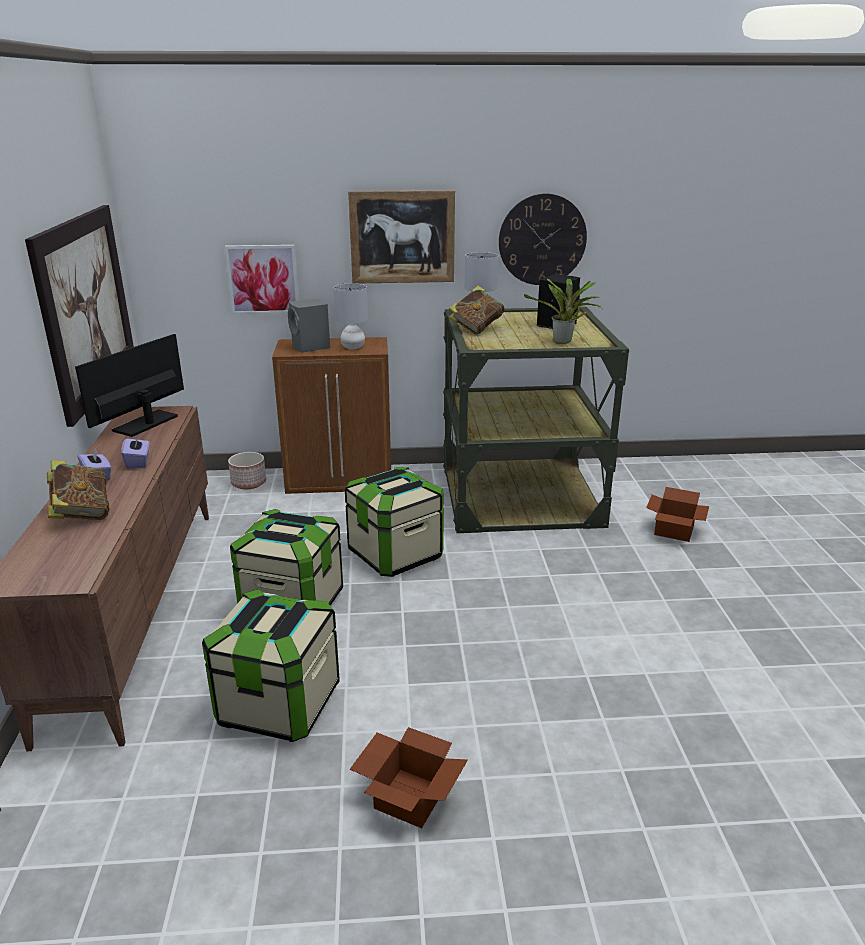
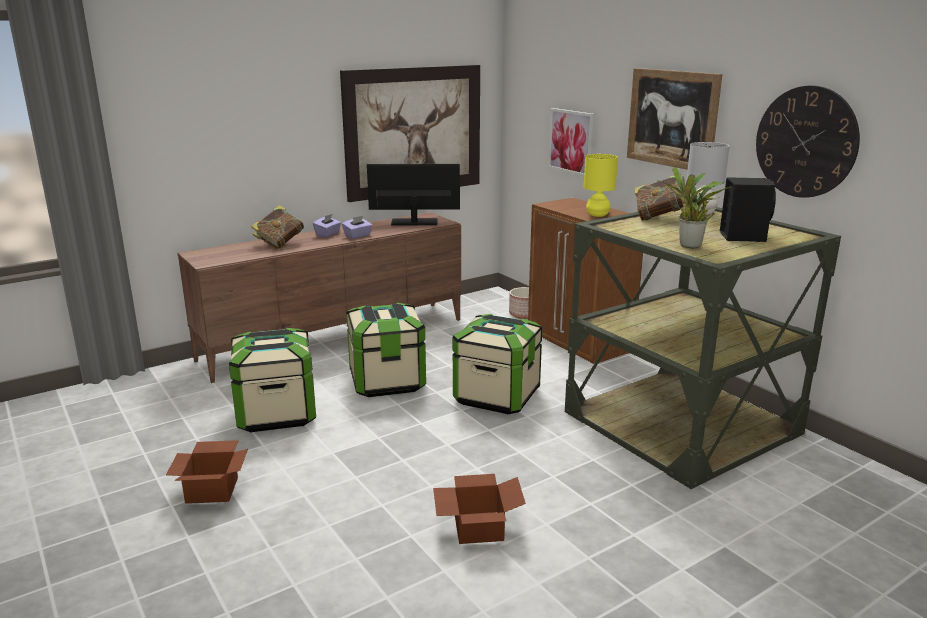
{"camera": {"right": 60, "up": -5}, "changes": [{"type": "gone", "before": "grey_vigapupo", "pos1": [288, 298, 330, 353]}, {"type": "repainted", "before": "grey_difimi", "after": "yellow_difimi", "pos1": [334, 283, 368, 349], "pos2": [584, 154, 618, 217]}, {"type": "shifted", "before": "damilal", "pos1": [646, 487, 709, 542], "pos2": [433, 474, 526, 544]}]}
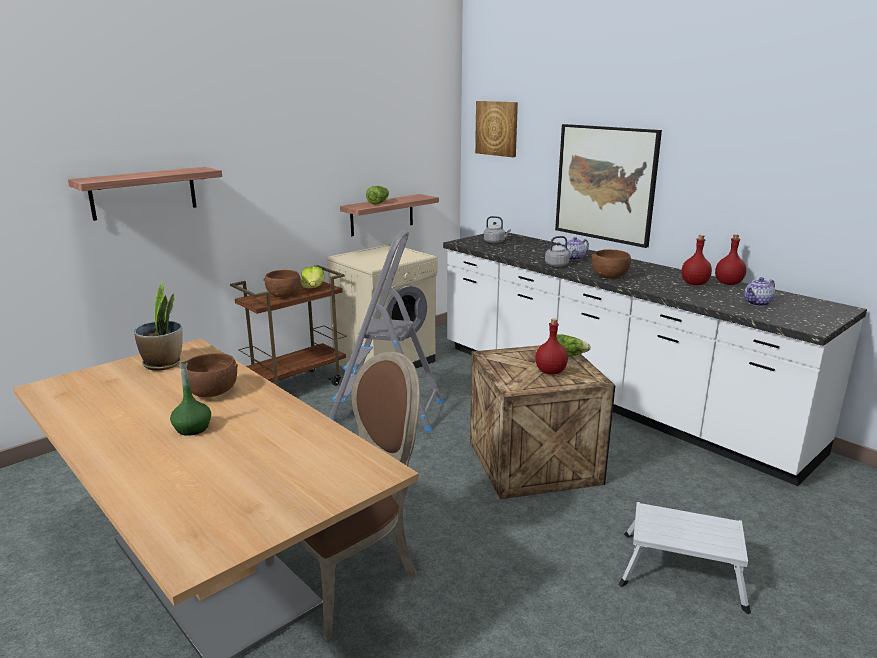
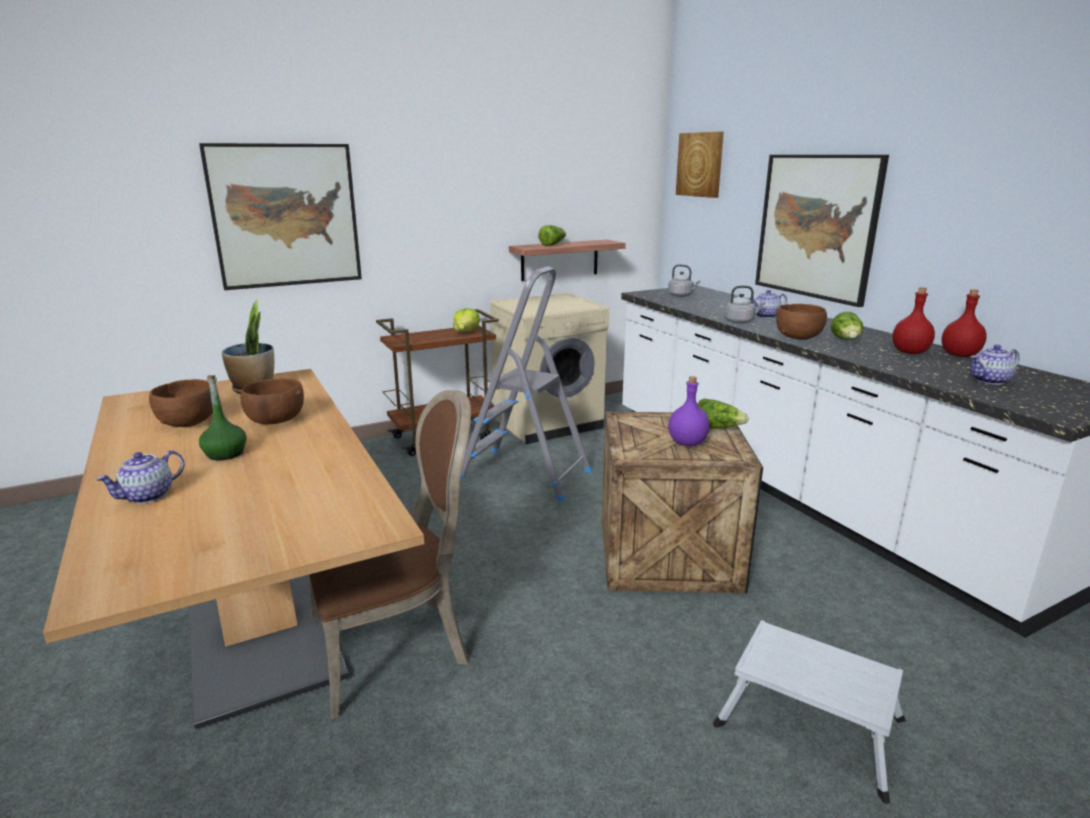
{"camera": {"right": 15, "up": 0}, "changes": [{"type": "swapped", "before": "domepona", "after": "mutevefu", "pos1": [68, 167, 222, 221], "pos2": [199, 143, 362, 290]}, {"type": "shifted", "before": "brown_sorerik", "pos1": [264, 270, 301, 297], "pos2": [149, 379, 213, 427]}, {"type": "repainted", "before": "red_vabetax", "after": "purple_vabetax", "pos1": [535, 319, 568, 374], "pos2": [669, 376, 710, 446]}, {"type": "new", "after": "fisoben", "pos2": [96, 450, 184, 503]}, {"type": "new", "after": "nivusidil", "pos2": [831, 311, 863, 340]}]}
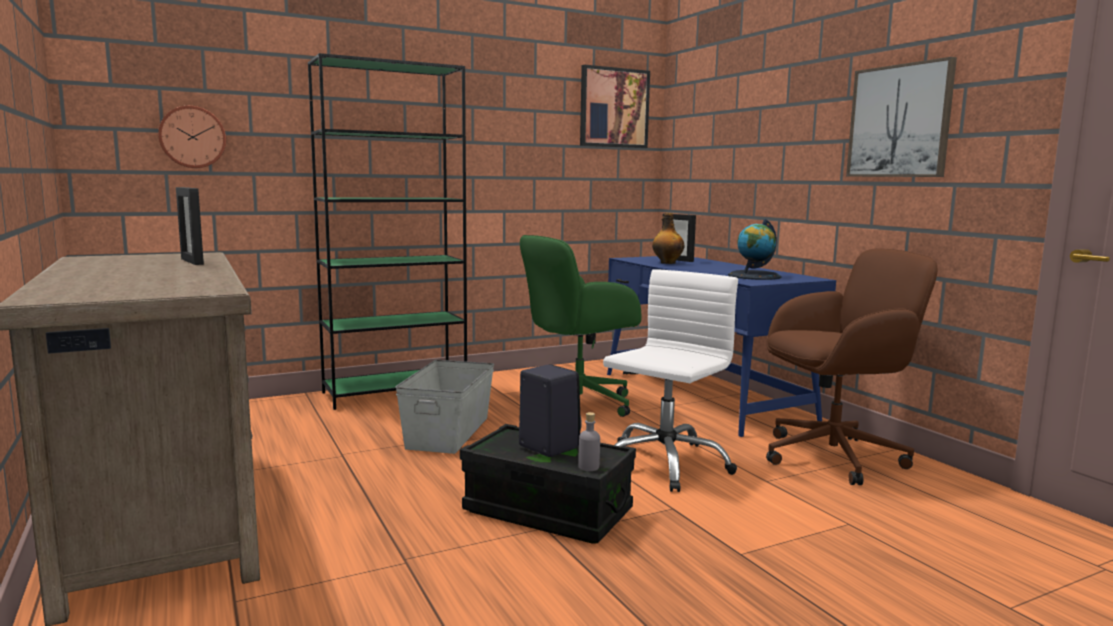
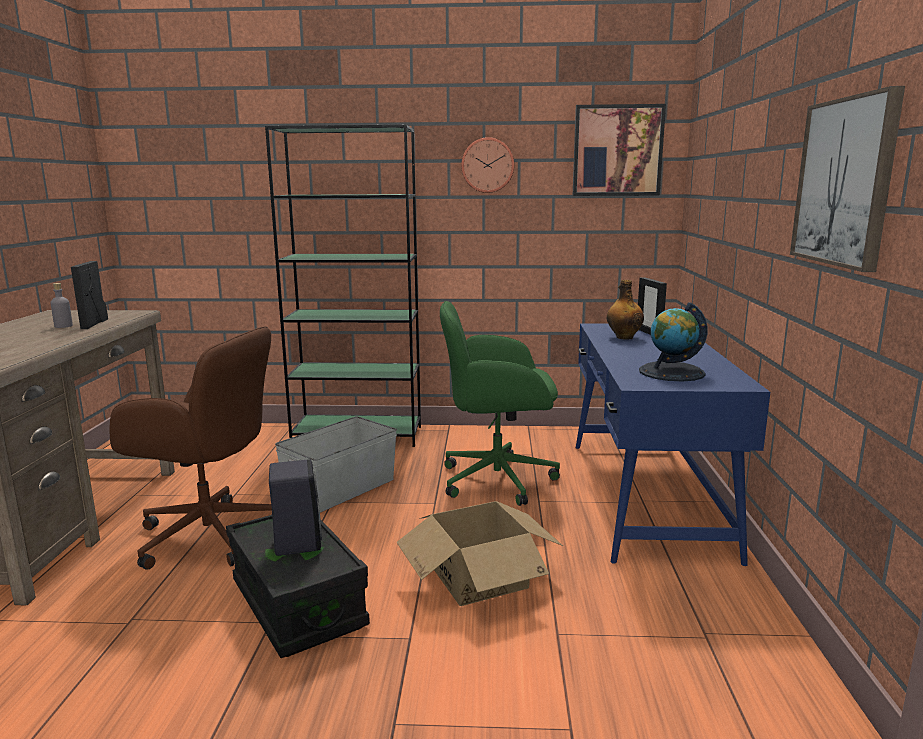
{"camera": {"right": 30, "up": 5}, "changes": [{"type": "shifted", "before": "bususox", "pos1": [158, 106, 226, 168], "pos2": [461, 137, 514, 193]}, {"type": "shifted", "before": "grey_vabetax", "pos1": [578, 412, 600, 471], "pos2": [51, 283, 73, 328]}, {"type": "swapped", "before": "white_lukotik", "after": "damilal", "pos1": [603, 269, 738, 492], "pos2": [397, 501, 563, 606]}, {"type": "shifted", "before": "brown_lukotik", "pos1": [766, 248, 937, 485], "pos2": [109, 326, 272, 570]}]}
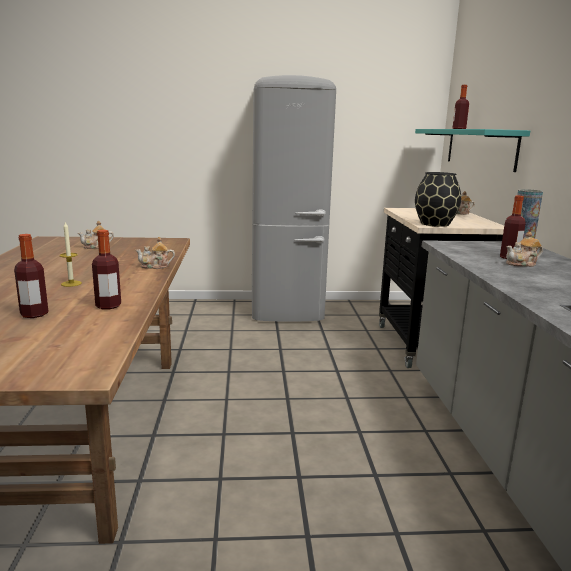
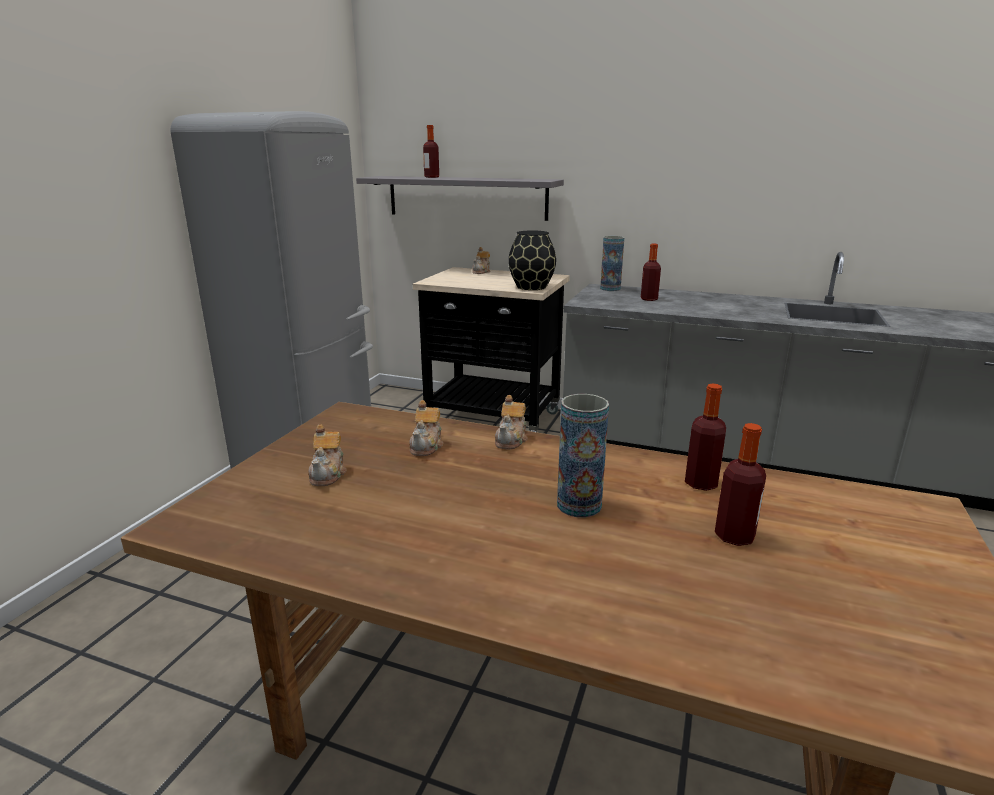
{"camera": {"right": -65, "up": 5}, "changes": [{"type": "swapped", "before": "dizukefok", "after": "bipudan", "pos1": [60, 222, 82, 287], "pos2": [557, 394, 609, 518]}, {"type": "repainted", "before": "turquoise_domepona", "after": "grey_domepona", "pos1": [415, 129, 530, 172], "pos2": [356, 176, 564, 221]}, {"type": "shifted", "before": "fisoben", "pos1": [506, 232, 543, 267], "pos2": [409, 400, 443, 456]}]}
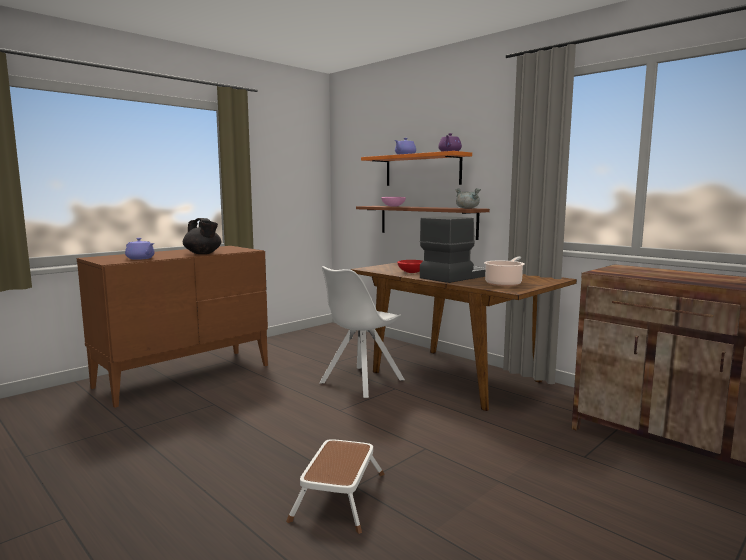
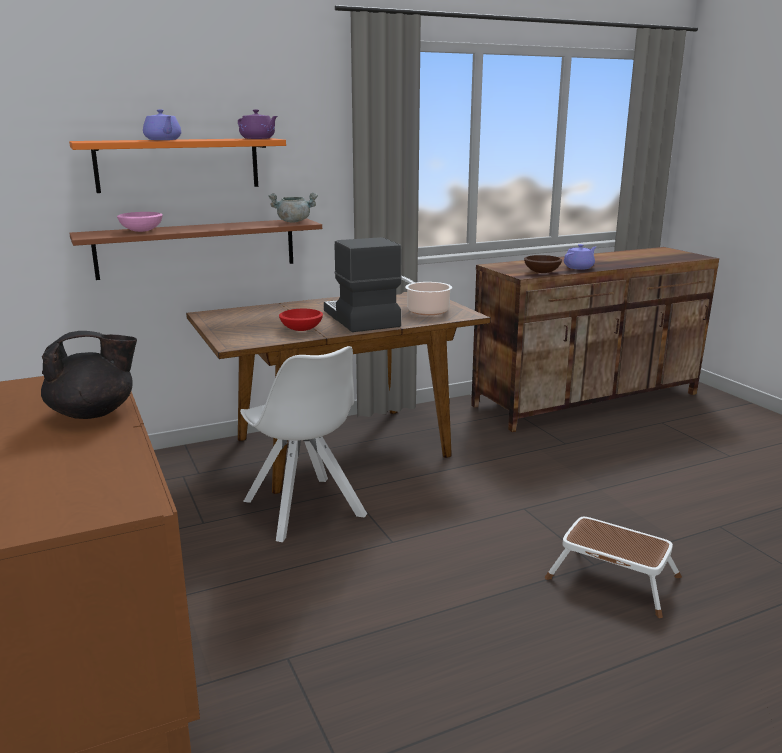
{"camera": {"right": -70, "up": 10}, "changes": [{"type": "shifted", "before": "purple_fisoben", "pos1": [125, 238, 155, 260], "pos2": [564, 244, 596, 270]}, {"type": "new", "after": "brown_sorerik", "pos2": [524, 255, 562, 273]}]}
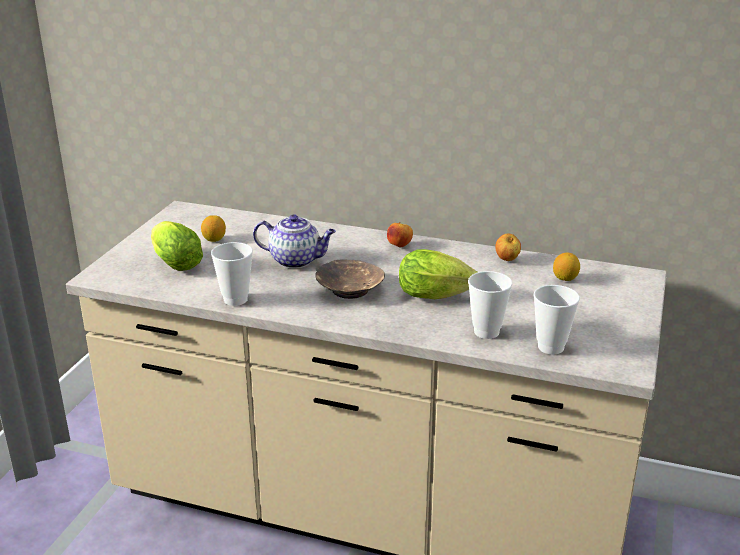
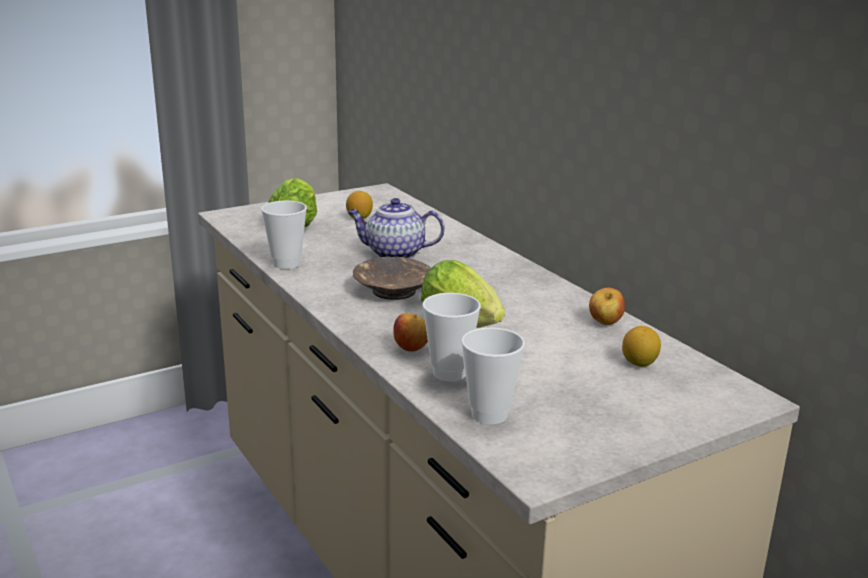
{"camera": {"right": 40, "up": -5}, "changes": [{"type": "rotated", "before": "fisoben", "pos1": [253, 214, 336, 269], "pos2": [347, 198, 445, 258], "turn": 135}, {"type": "shifted", "before": "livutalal", "pos1": [387, 222, 413, 248], "pos2": [393, 313, 428, 352]}]}
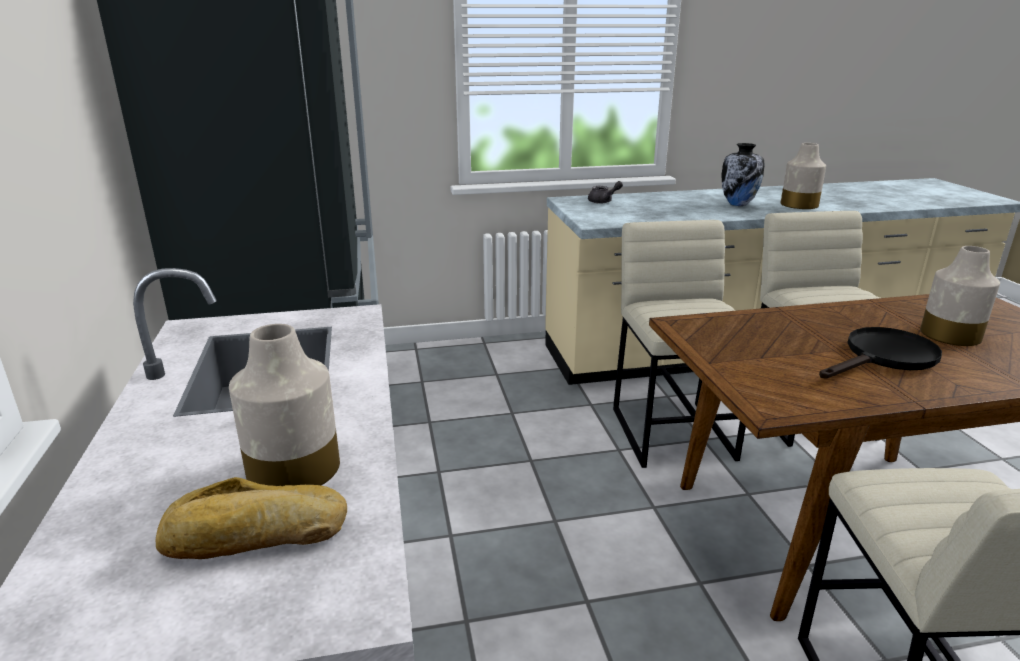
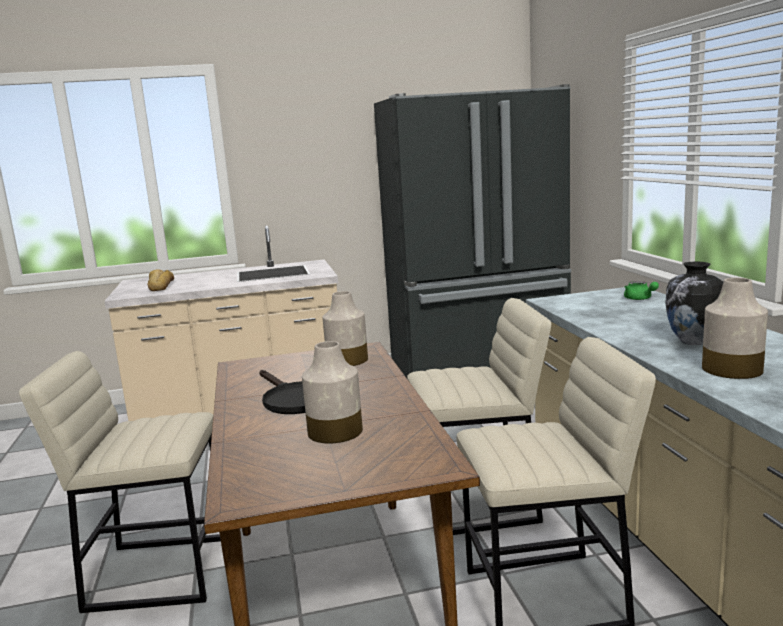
{"camera": {"right": 90, "up": -10}, "changes": [{"type": "shifted", "before": "beige_bipudan", "pos1": [229, 324, 340, 486], "pos2": [322, 291, 368, 366]}, {"type": "repainted", "before": "grey_fisoben", "after": "green_fisoben", "pos1": [588, 181, 623, 204], "pos2": [624, 281, 659, 300]}]}
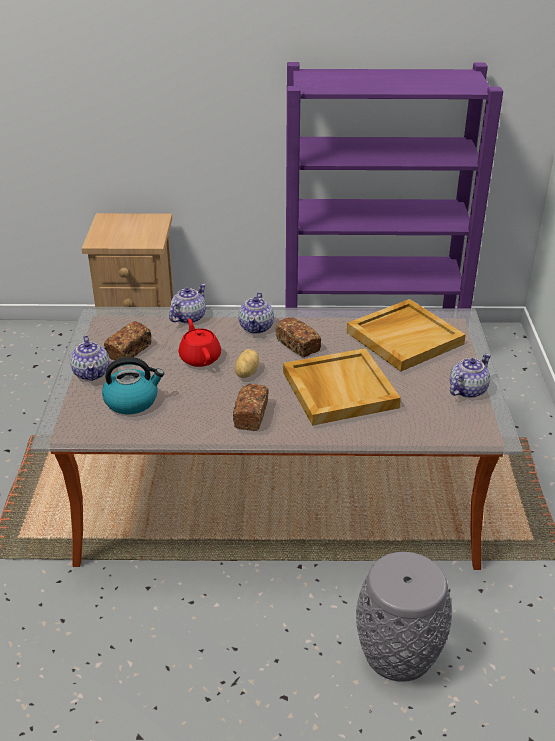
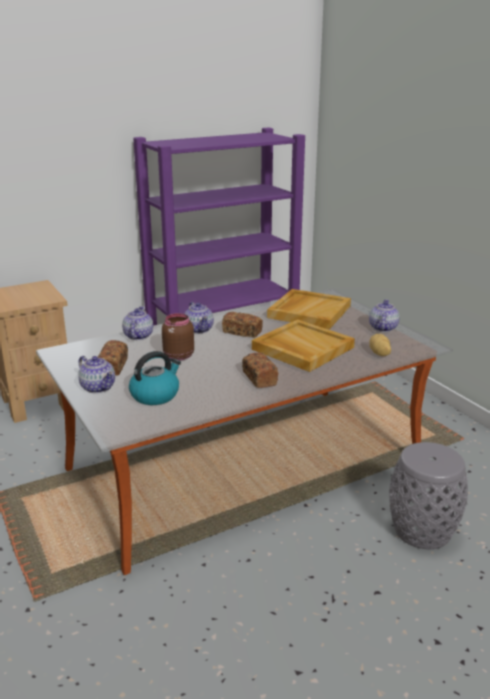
{"camera": {"right": -30, "up": -10}, "changes": [{"type": "swapped", "before": "red_fisoben", "after": "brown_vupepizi", "pos1": [179, 319, 221, 367], "pos2": [162, 313, 194, 361]}, {"type": "shifted", "before": "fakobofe", "pos1": [235, 349, 259, 378], "pos2": [370, 334, 391, 356]}]}
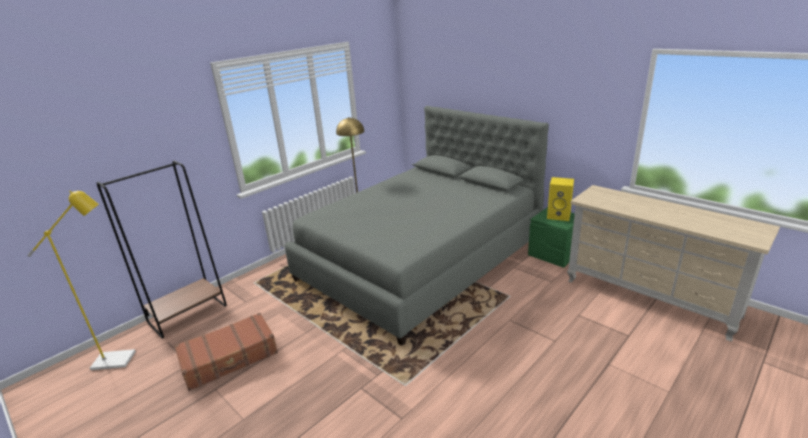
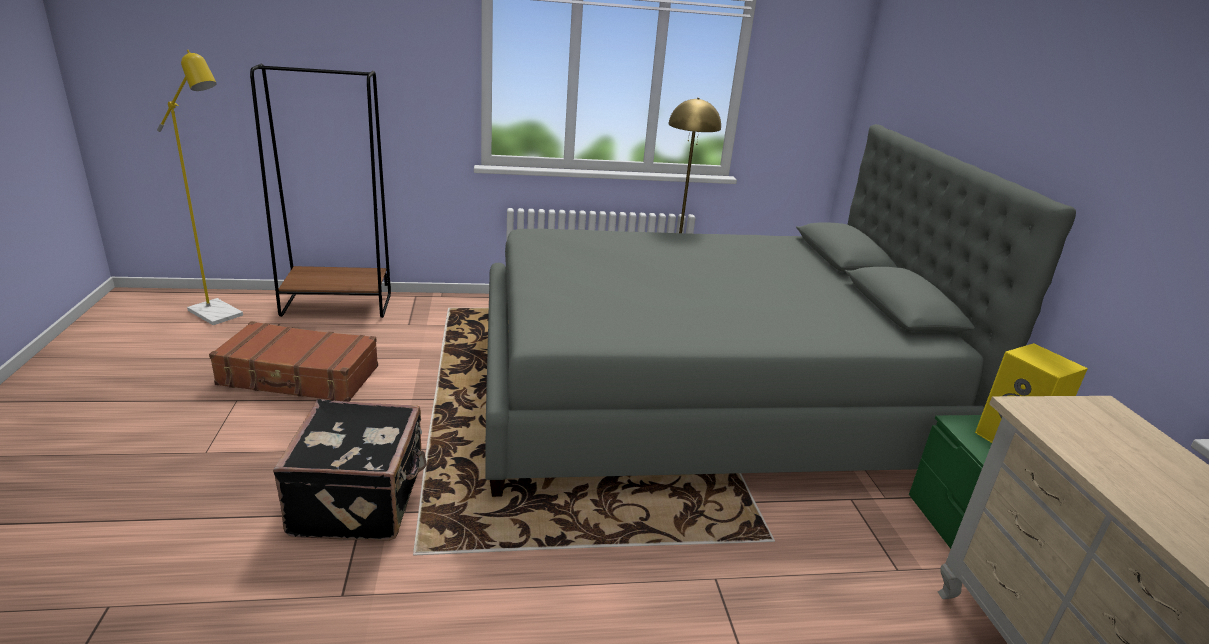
{"camera": {"right": 35, "up": 0}, "changes": [{"type": "new", "after": "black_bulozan", "pos2": [273, 399, 427, 541]}]}
